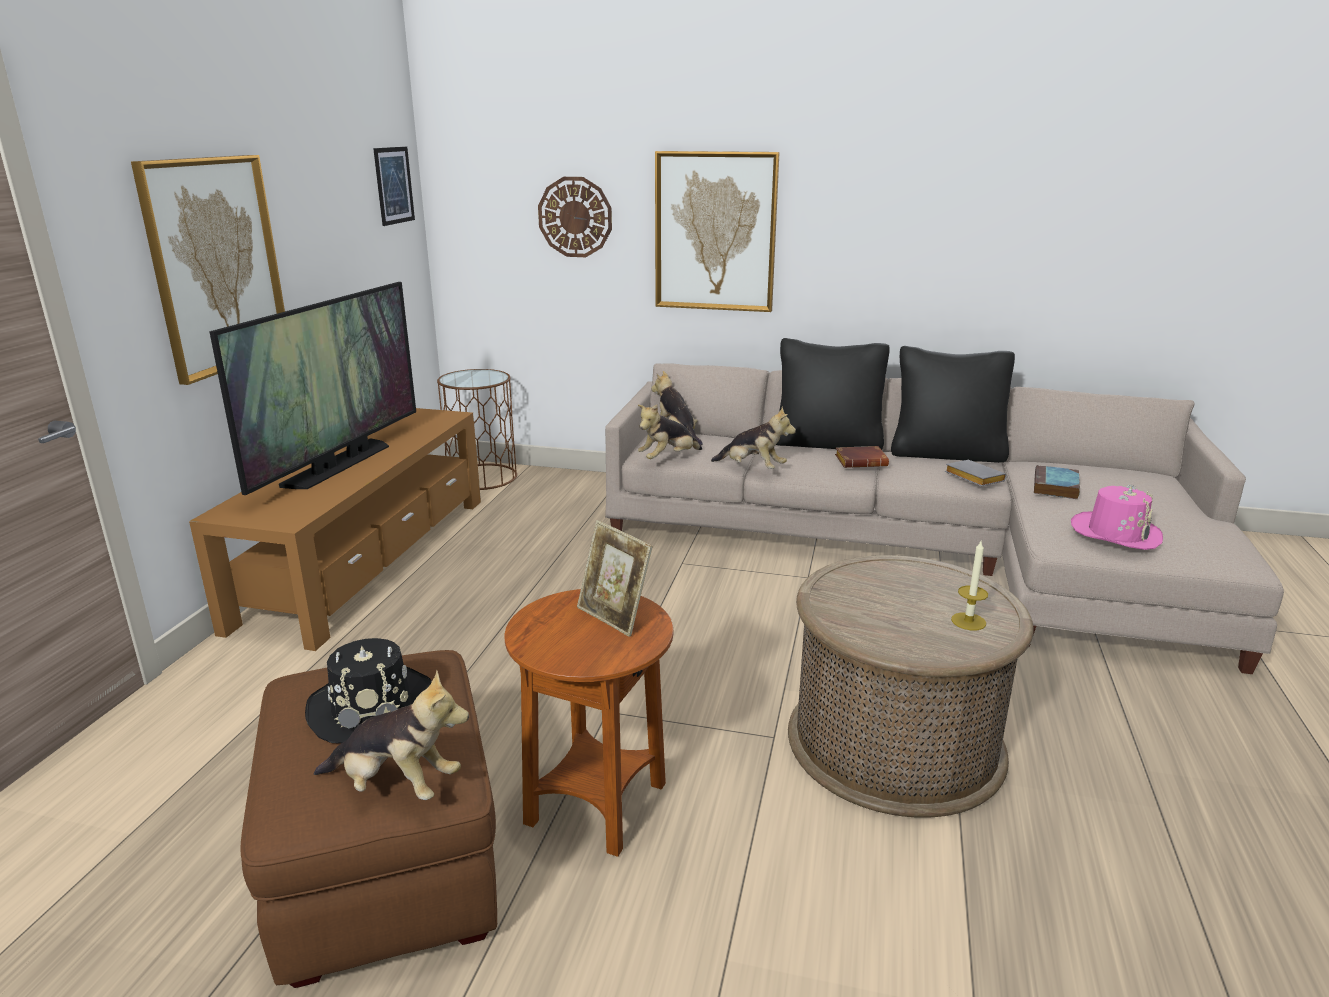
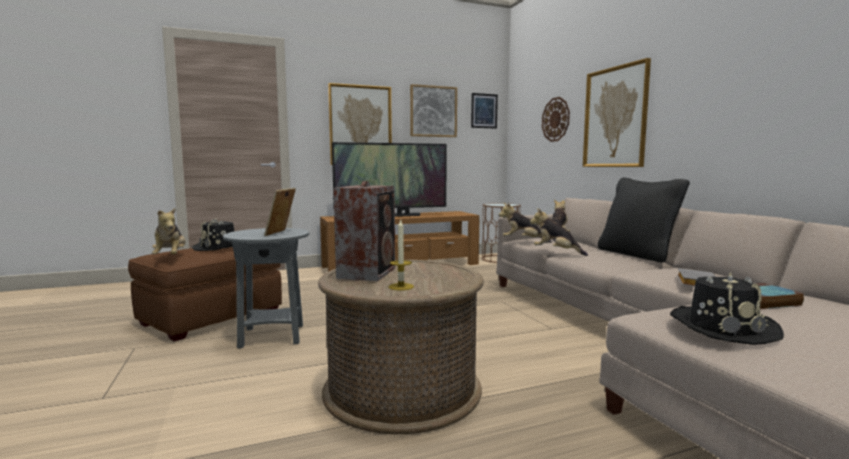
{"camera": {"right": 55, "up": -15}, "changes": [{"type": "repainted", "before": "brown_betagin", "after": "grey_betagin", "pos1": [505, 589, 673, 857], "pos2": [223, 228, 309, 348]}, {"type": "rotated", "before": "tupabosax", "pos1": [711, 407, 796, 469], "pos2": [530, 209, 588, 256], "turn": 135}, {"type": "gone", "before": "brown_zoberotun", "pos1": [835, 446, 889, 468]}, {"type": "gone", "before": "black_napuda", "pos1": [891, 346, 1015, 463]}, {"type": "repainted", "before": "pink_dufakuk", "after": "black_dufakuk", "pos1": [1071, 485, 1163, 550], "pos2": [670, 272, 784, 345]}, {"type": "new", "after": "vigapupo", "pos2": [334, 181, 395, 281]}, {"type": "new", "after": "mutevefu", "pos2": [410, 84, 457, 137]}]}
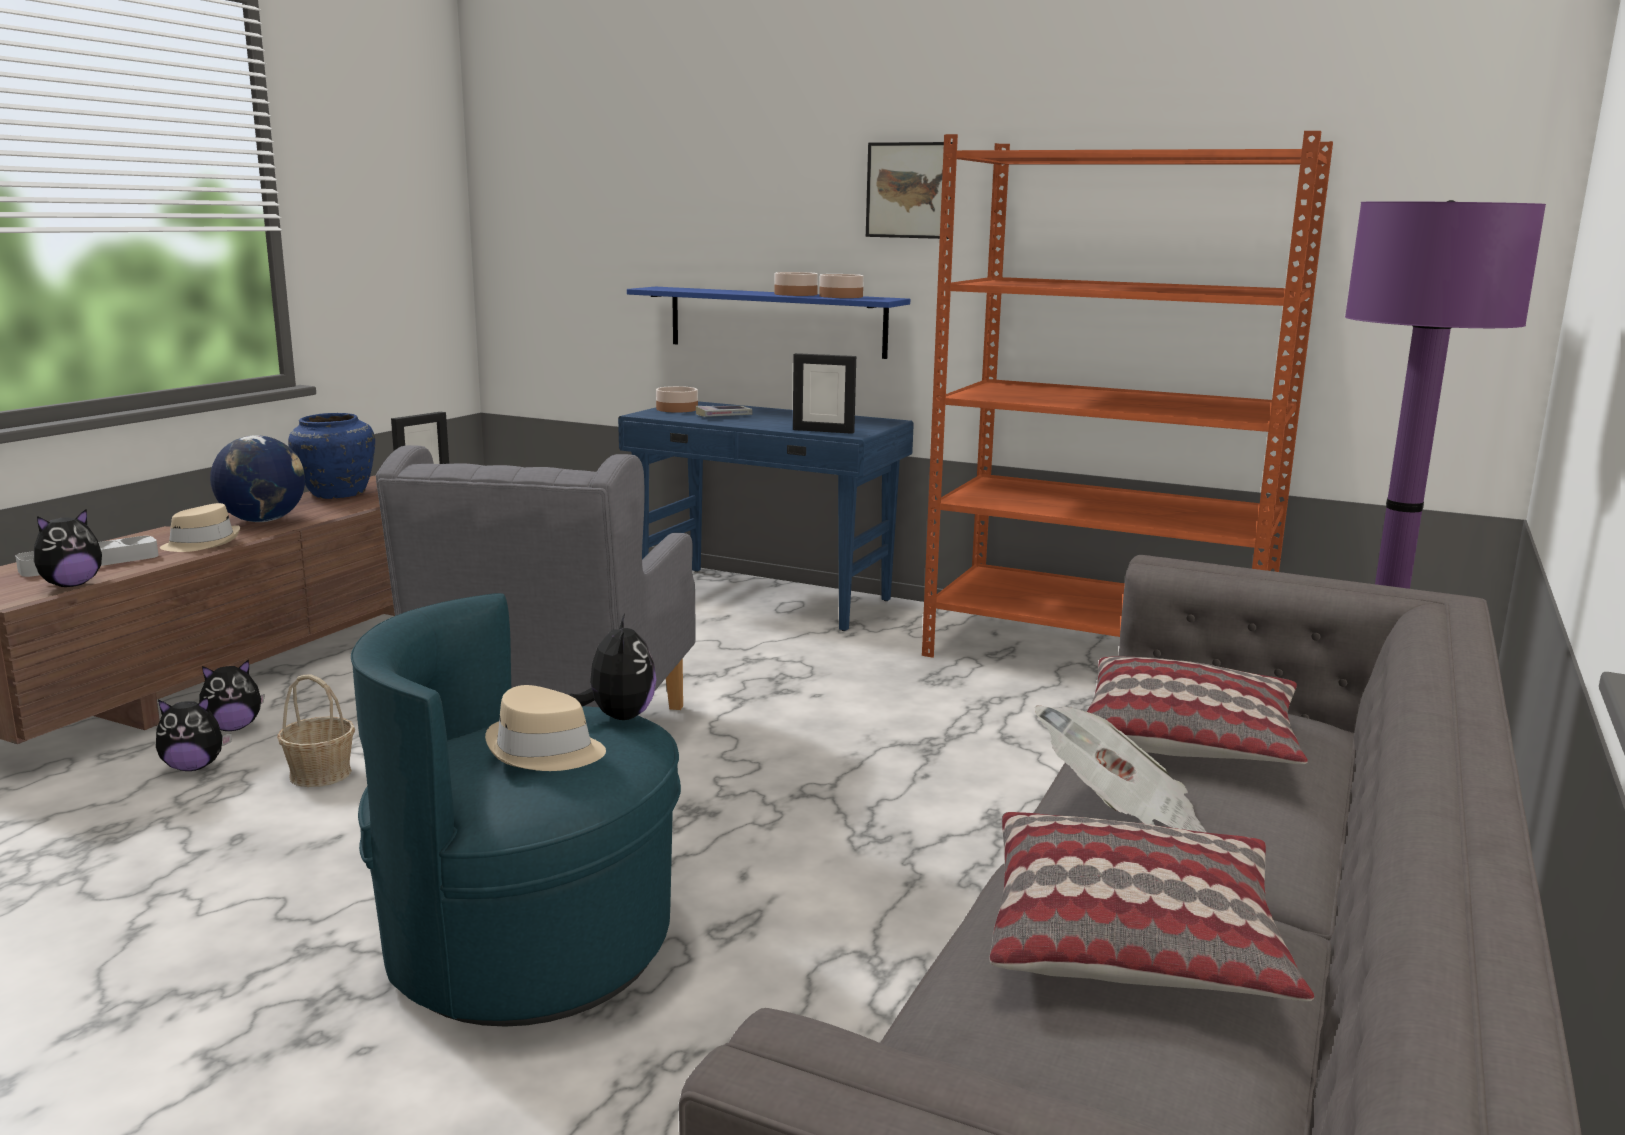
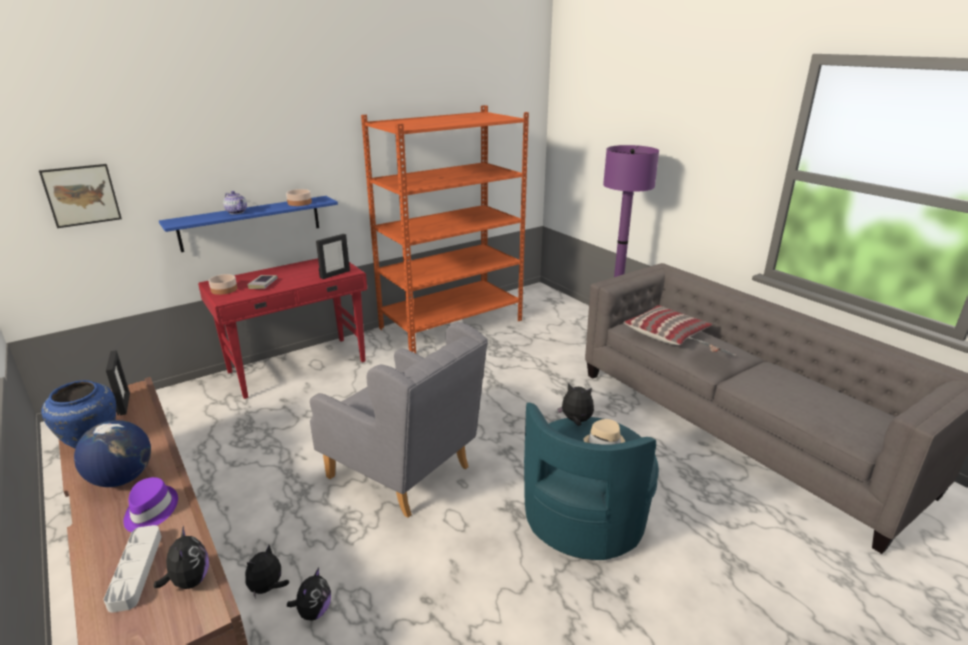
{"camera": {"right": -60, "up": 10}, "changes": [{"type": "repainted", "before": "beige_dufakuk", "after": "purple_dufakuk", "pos1": [160, 503, 240, 552], "pos2": [123, 477, 178, 532]}, {"type": "rotated", "before": "tupabosax", "pos1": [199, 659, 265, 731], "pos2": [245, 545, 289, 598], "turn": -150}, {"type": "gone", "before": "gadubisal", "pos1": [277, 674, 355, 787]}, {"type": "repainted", "before": "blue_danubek", "after": "red_danubek", "pos1": [618, 401, 914, 631], "pos2": [198, 258, 367, 399]}, {"type": "gone", "before": "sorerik", "pos1": [774, 272, 818, 296]}, {"type": "shifted", "before": "mutevefu", "pos1": [866, 142, 952, 239], "pos2": [39, 164, 122, 228]}, {"type": "gone", "before": "napuda", "pos1": [989, 812, 1314, 1002]}, {"type": "new", "after": "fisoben", "pos2": [223, 191, 247, 214]}]}
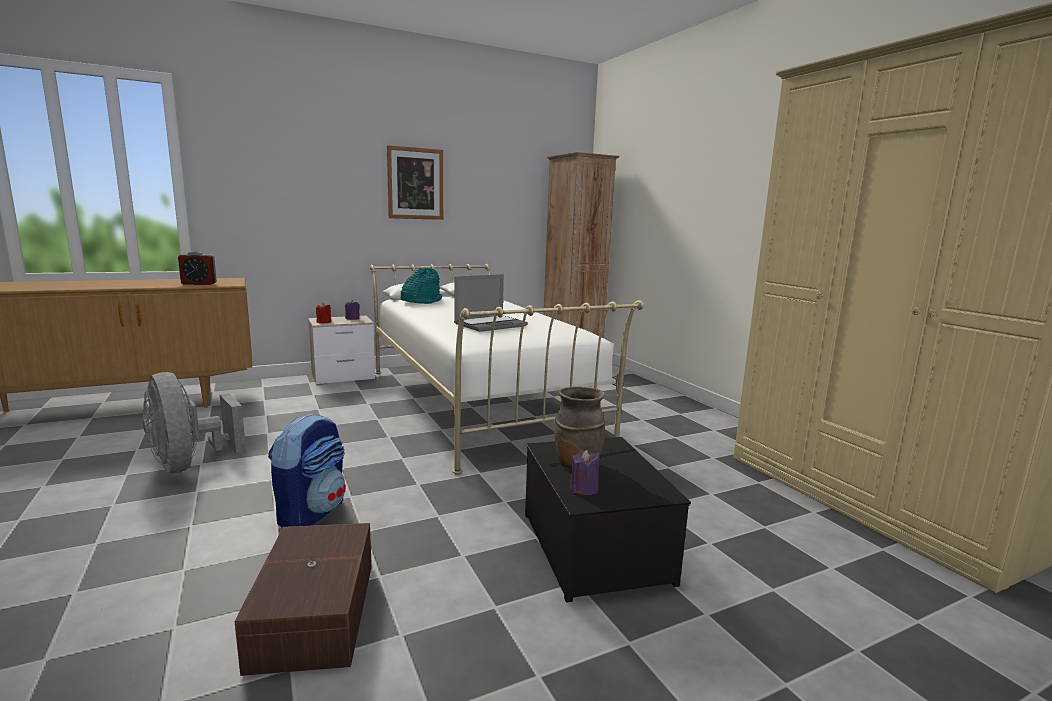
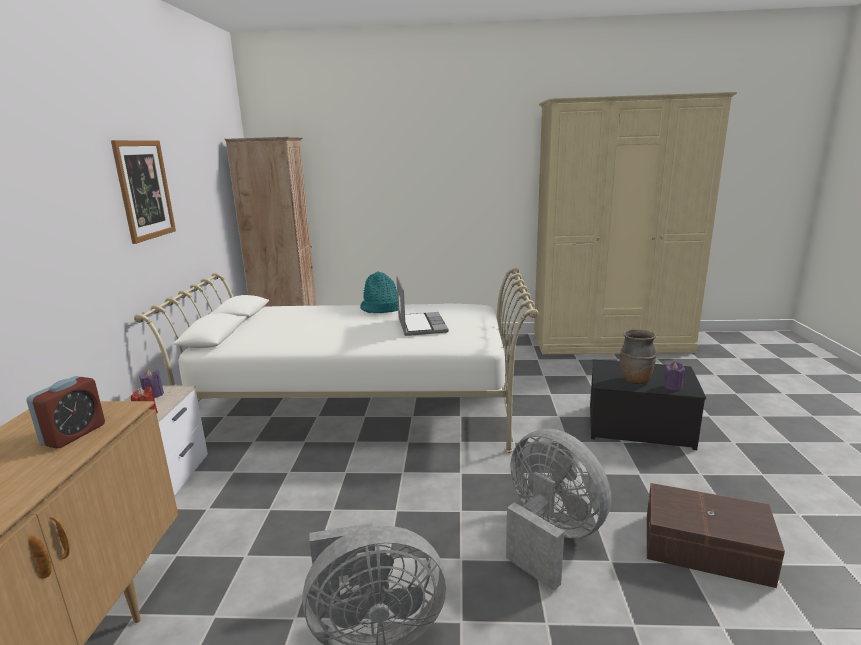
{"camera": {"right": -60, "up": 5}, "changes": [{"type": "swapped", "before": "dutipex", "after": "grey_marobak", "pos1": [268, 413, 346, 527], "pos2": [506, 429, 611, 591]}, {"type": "shifted", "before": "turquoise_dufakuk", "pos1": [401, 267, 442, 304], "pos2": [360, 271, 398, 313]}]}
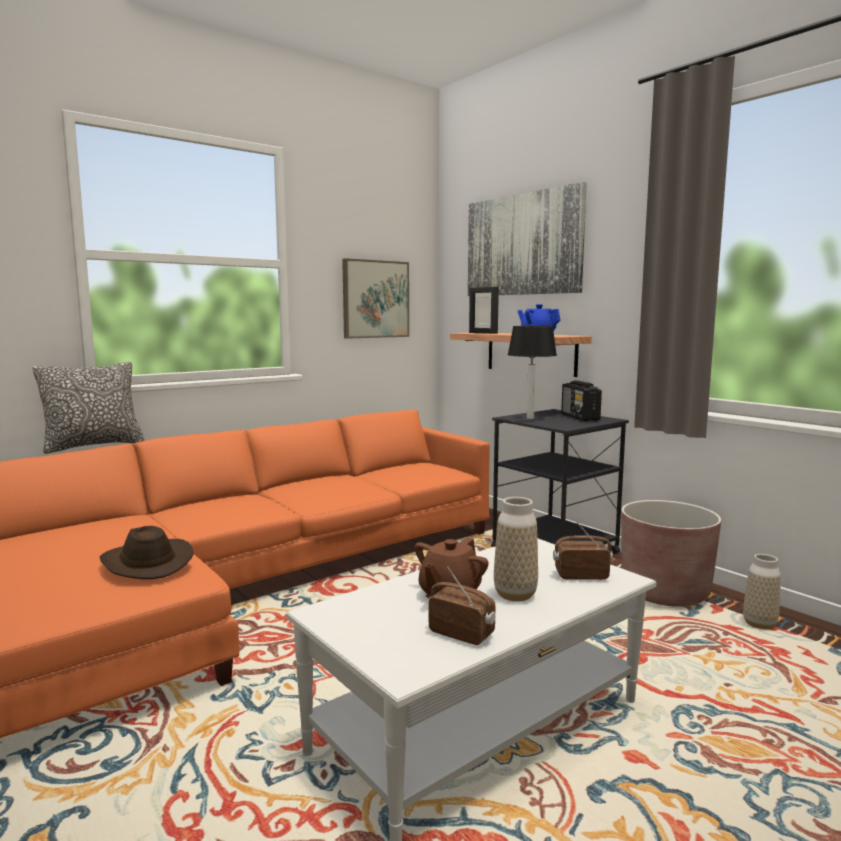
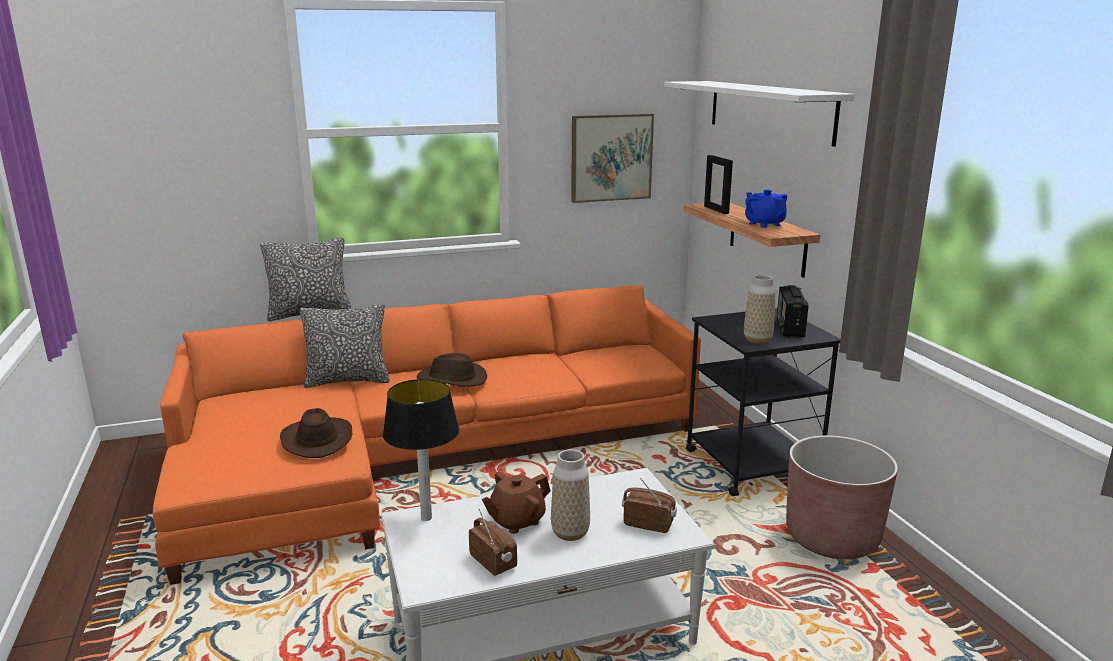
{"camera": {"right": 20, "up": 10}, "changes": [{"type": "swapped", "before": "mutevefu", "after": "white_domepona", "pos1": [468, 182, 587, 296], "pos2": [664, 81, 854, 147]}, {"type": "shifted", "before": "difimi", "pos1": [508, 326, 557, 419], "pos2": [383, 379, 459, 521]}, {"type": "shifted", "before": "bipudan", "pos1": [743, 554, 781, 629], "pos2": [744, 275, 775, 344]}, {"type": "new", "after": "napuda", "pos2": [300, 304, 390, 388]}, {"type": "new", "after": "brown_dufakuk", "pos2": [417, 353, 487, 387]}]}
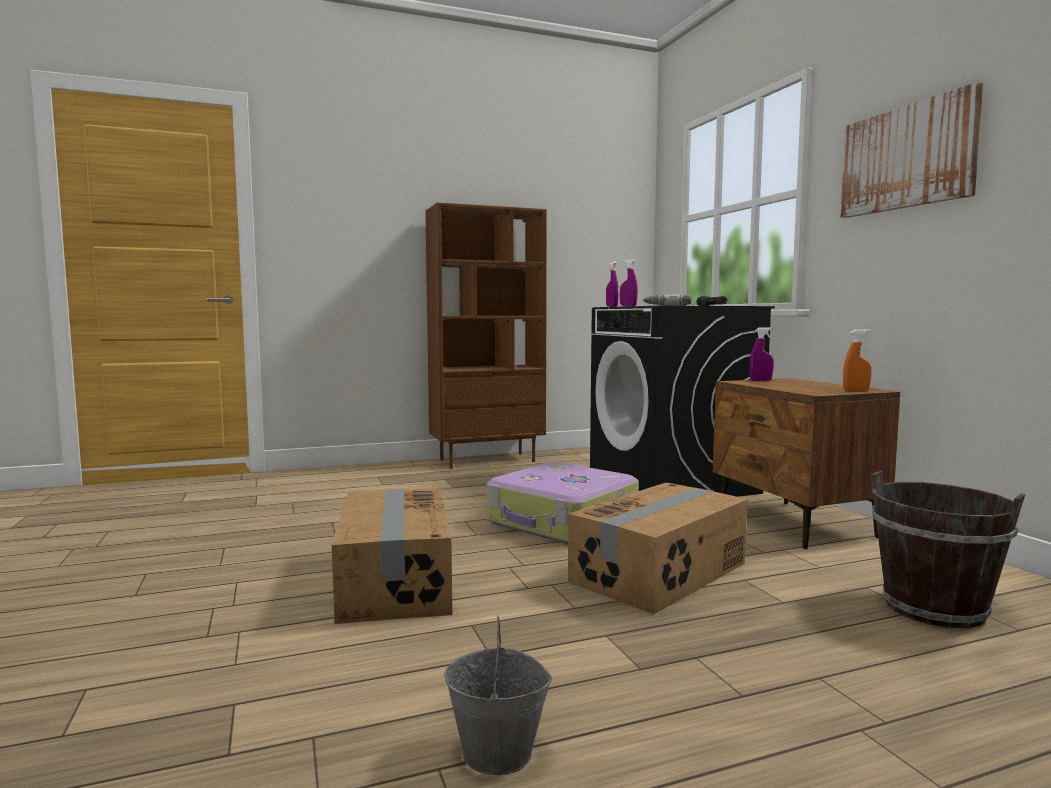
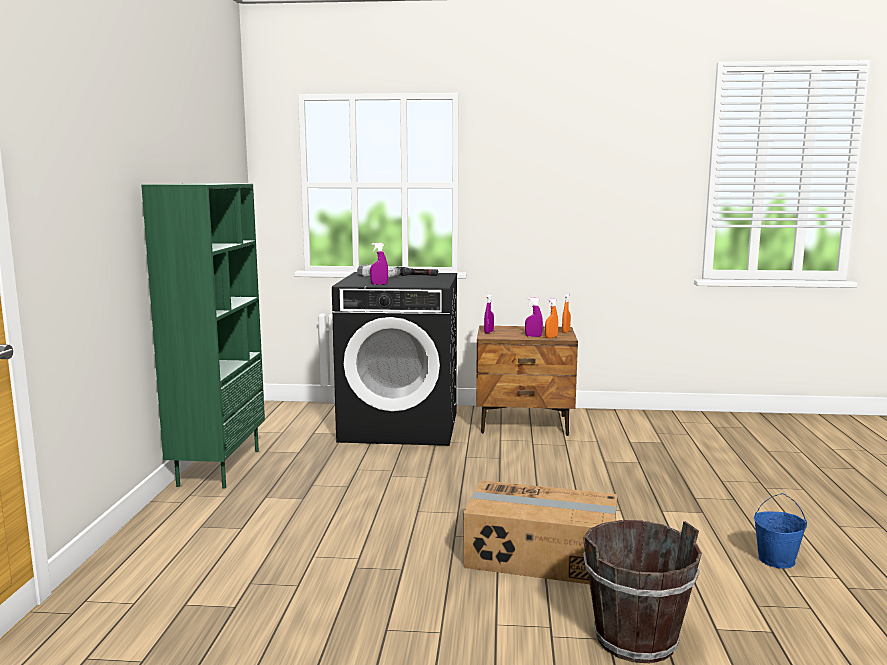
{"camera": {"right": -65, "up": 5}, "changes": [{"type": "repainted", "before": "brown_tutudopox", "after": "green_tutudopox", "pos1": [425, 203, 547, 469], "pos2": [141, 183, 265, 489]}, {"type": "repainted", "before": "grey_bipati", "after": "blue_bipati", "pos1": [444, 616, 552, 775], "pos2": [754, 493, 807, 569]}, {"type": "gone", "before": "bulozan", "pos1": [486, 462, 639, 544]}, {"type": "gone", "before": "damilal", "pos1": [568, 483, 748, 614]}, {"type": "shifted", "before": "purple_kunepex", "pos1": [606, 261, 618, 307], "pos2": [525, 297, 543, 337]}, {"type": "gone", "before": "mutevefu", "pos1": [841, 82, 983, 218]}, {"type": "shifted", "before": "brown_bipati", "pos1": [870, 471, 1025, 628], "pos2": [583, 520, 702, 663]}, {"type": "new", "after": "orange_kunepex", "pos2": [545, 298, 558, 338]}]}
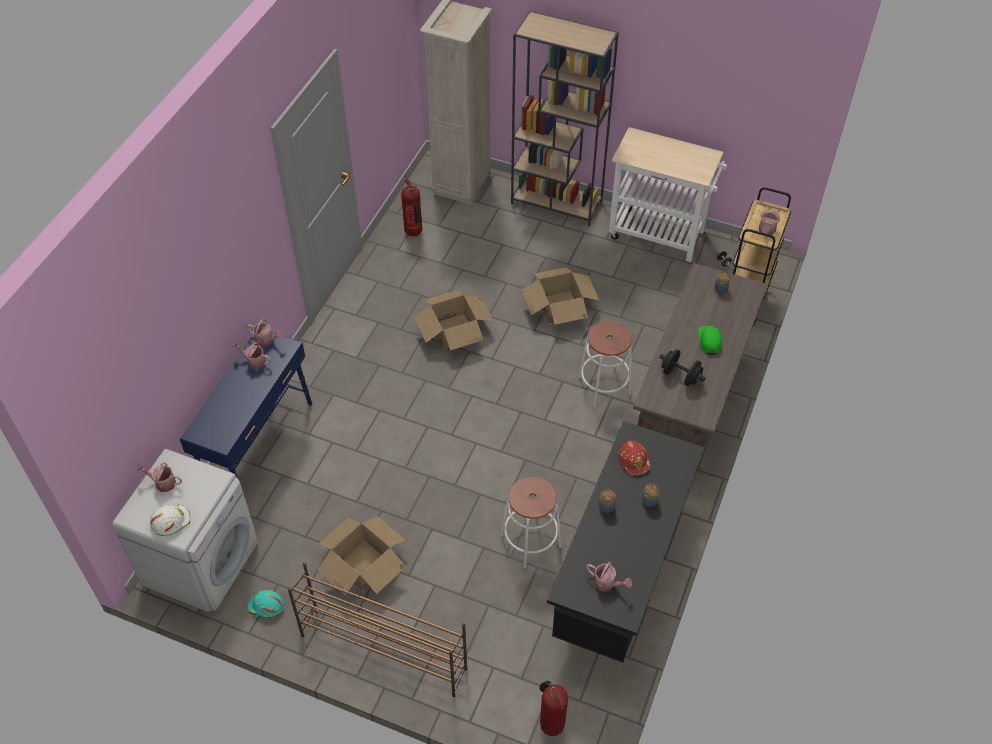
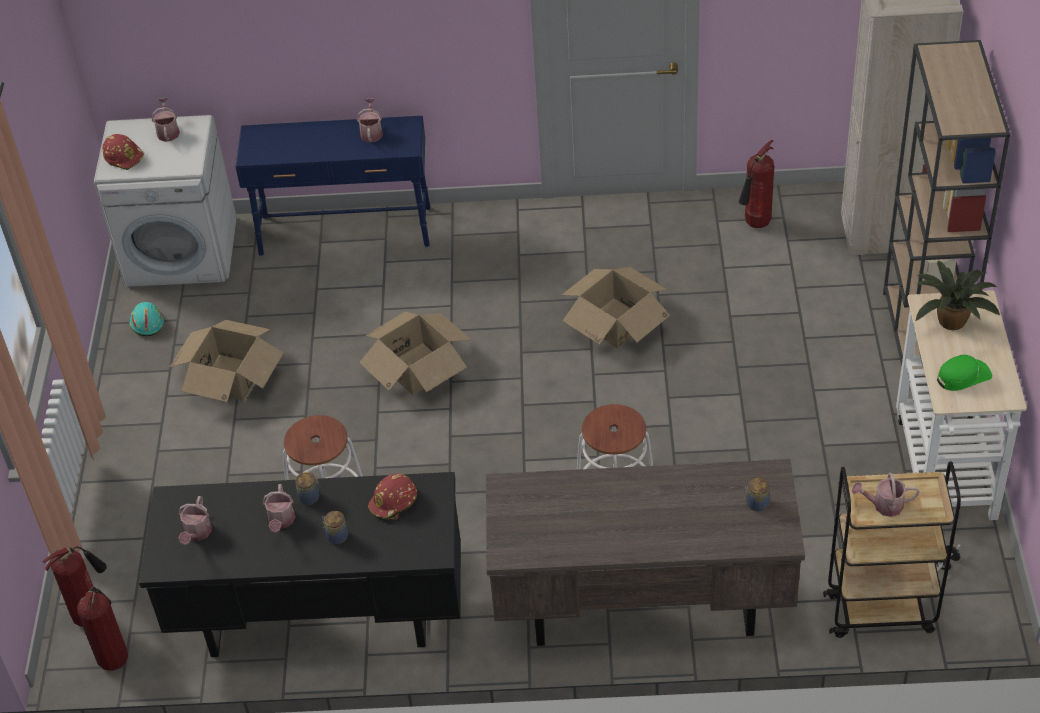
{"camera": {"right": 70, "up": -5}, "changes": [{"type": "repainted", "before": "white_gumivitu", "after": "red_gumivitu", "pos1": [150, 505, 190, 536], "pos2": [103, 134, 144, 170]}, {"type": "shifted", "before": "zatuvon", "pos1": [246, 319, 284, 347], "pos2": [263, 484, 296, 533]}, {"type": "gone", "before": "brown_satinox", "pos1": [288, 563, 468, 697]}, {"type": "shifted", "before": "damilal", "pos1": [522, 267, 600, 325], "pos2": [359, 312, 471, 395]}, {"type": "gone", "before": "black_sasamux", "pos1": [659, 349, 706, 386]}, {"type": "shifted", "before": "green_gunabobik", "pos1": [698, 326, 722, 355], "pos2": [937, 355, 992, 391]}, {"type": "new", "after": "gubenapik", "pos2": [77, 586, 128, 671]}, {"type": "new", "after": "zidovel", "pos2": [916, 261, 1000, 330]}]}
